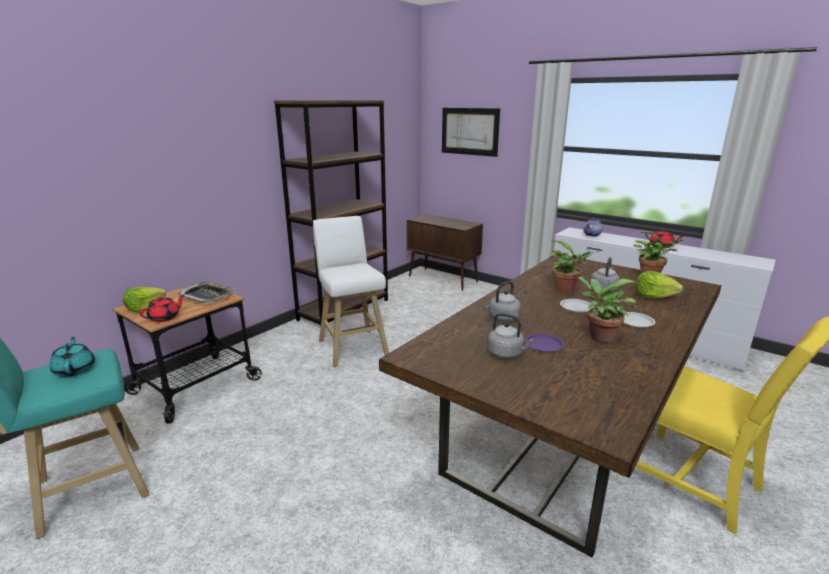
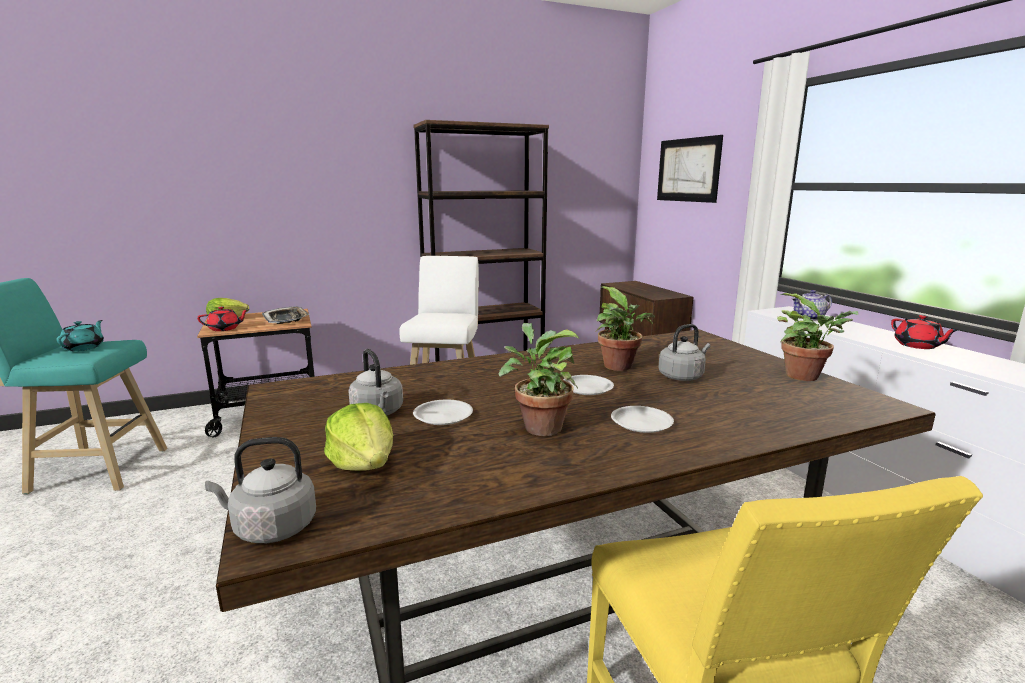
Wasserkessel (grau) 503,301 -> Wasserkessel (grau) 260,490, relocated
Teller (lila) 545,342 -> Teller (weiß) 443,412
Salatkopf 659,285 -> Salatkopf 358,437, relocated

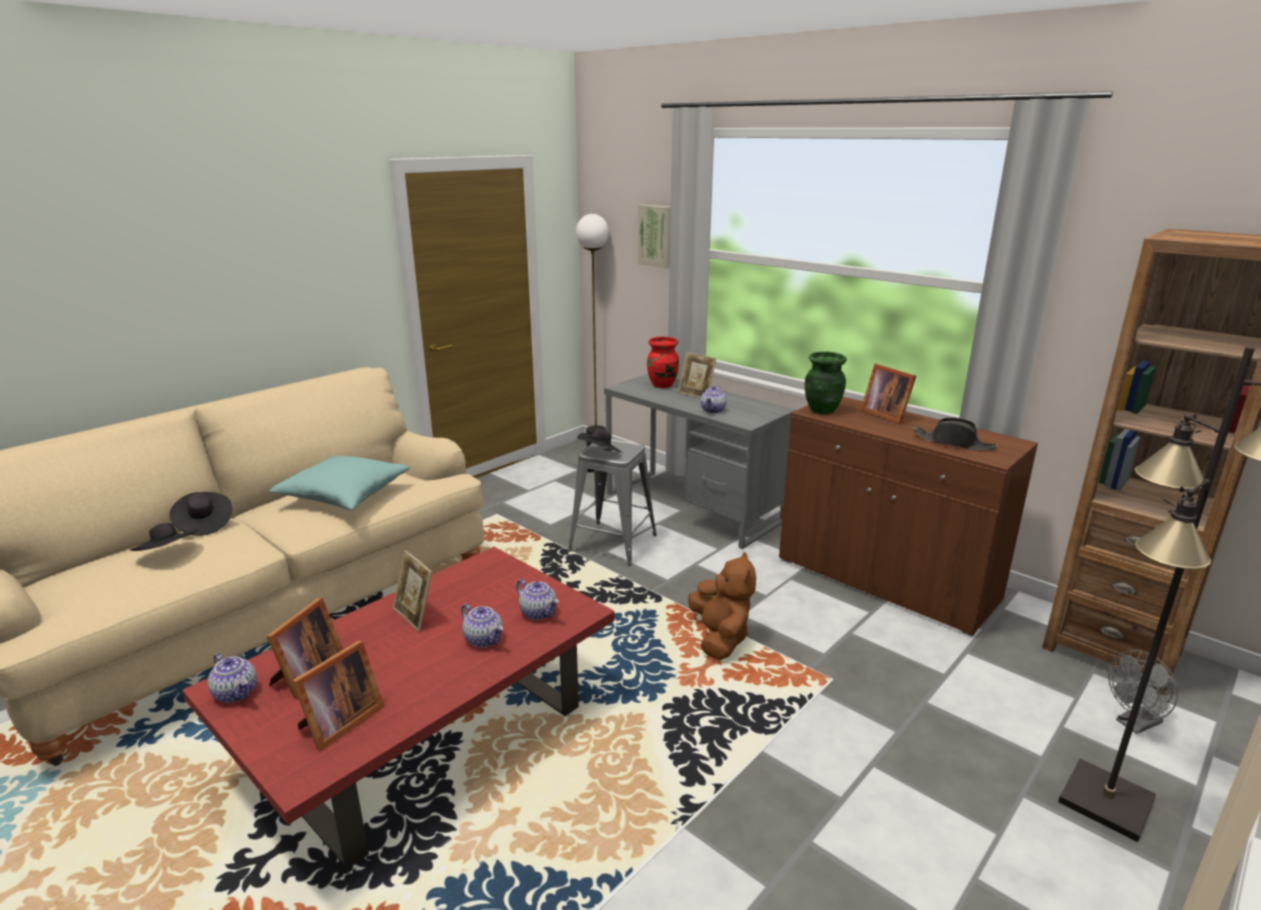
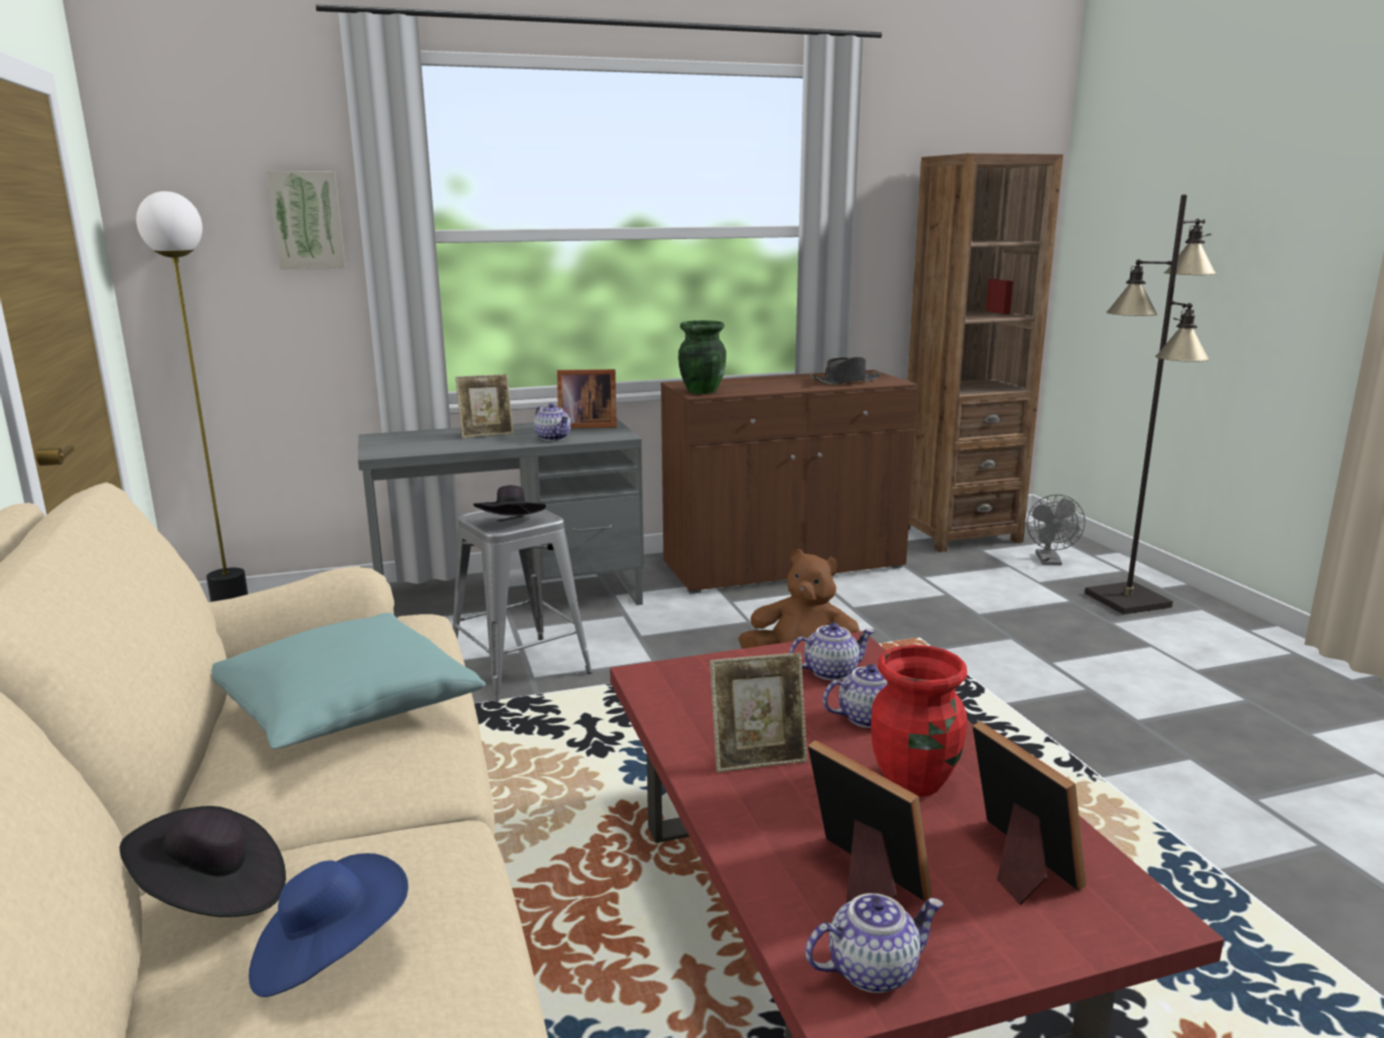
Hut (schwarz) 163,537 -> Hut (blau) 328,925
Vase (rot) 663,362 -> Vase (rot) 919,721, relocated
Bilderrahmen 888,394 -> Bilderrahmen 587,398, relocated

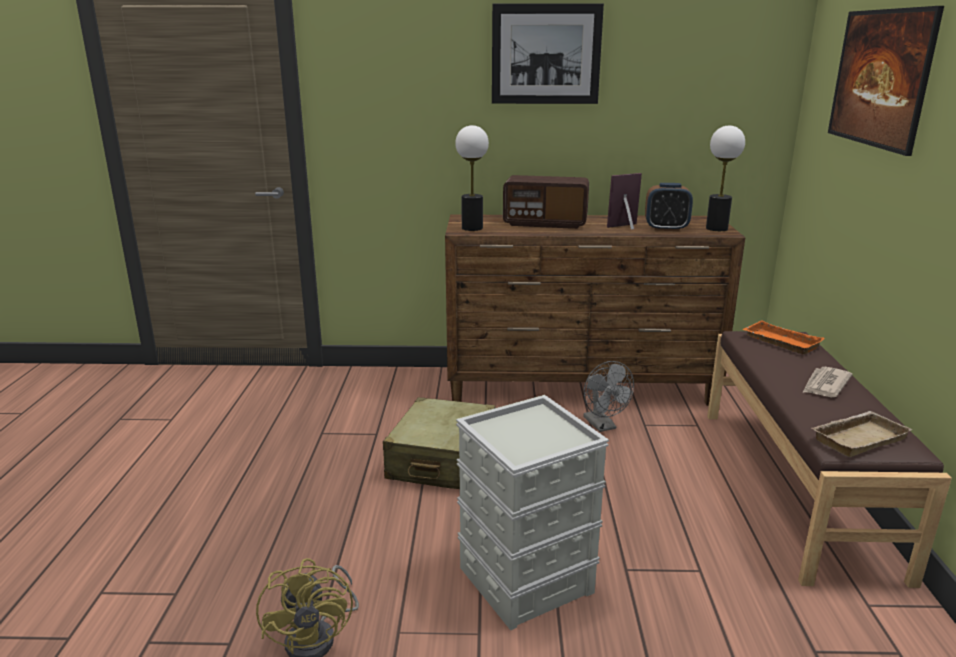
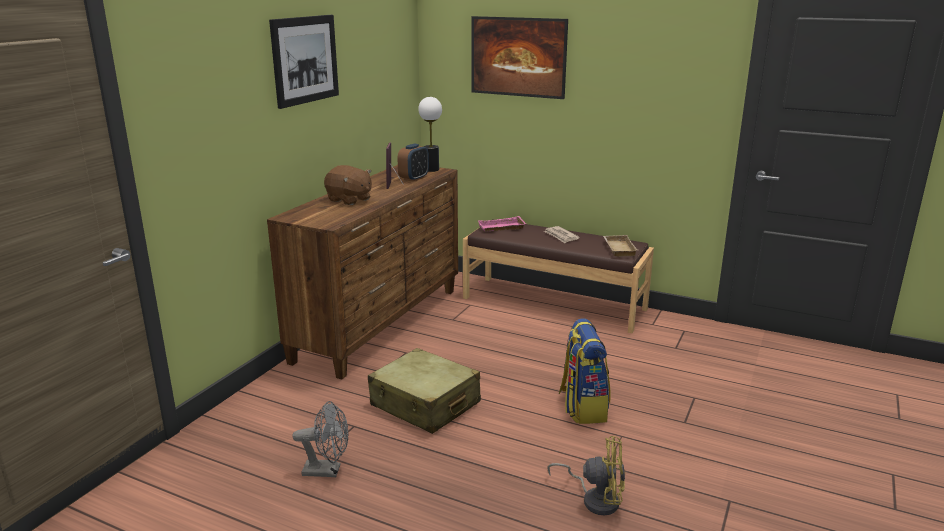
Tischlampe 472,178 -> none
Aufbewahrungsbox (grau) 532,512 -> Rucksack 585,371
Radio 546,202 -> Plüschtier (braun) 348,185
Ventilator (grau) 608,396 -> Ventilator (grau) 320,439, relocated
Tablett (orange) 784,337 -> Tablett (rosa) 501,223

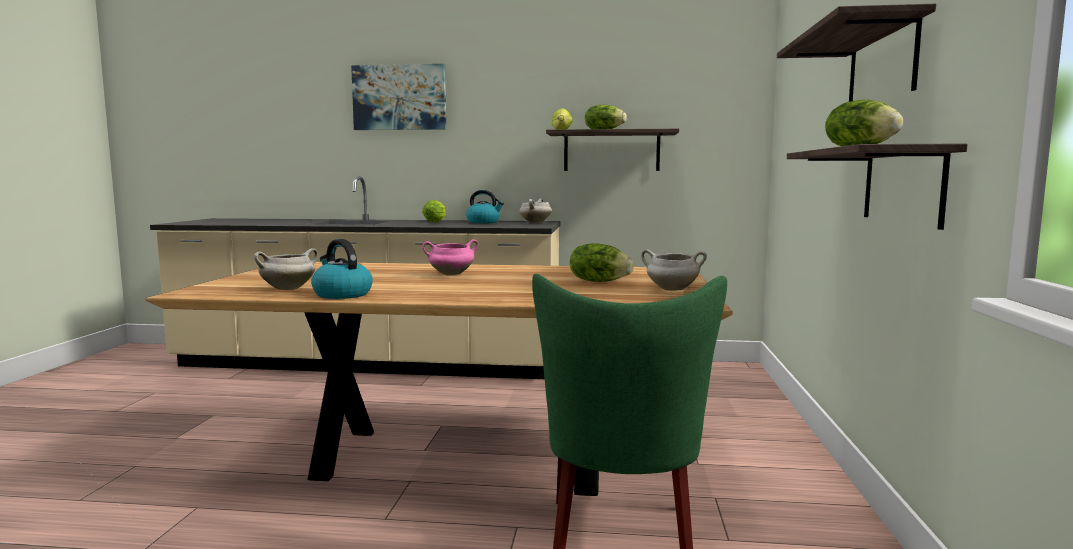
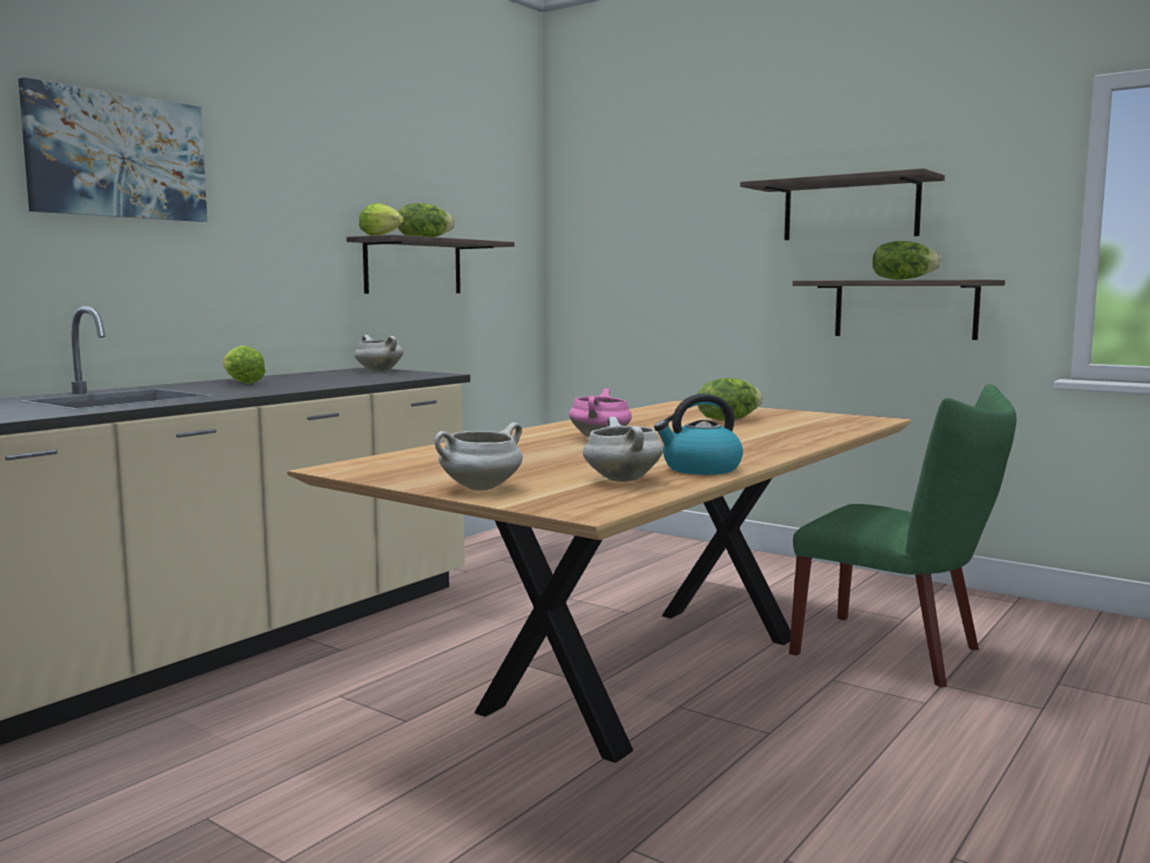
Wasserkessel 485,206 -> none
Kochtopf (weiß) 674,270 -> Kochtopf (weiß) 478,456, relocated

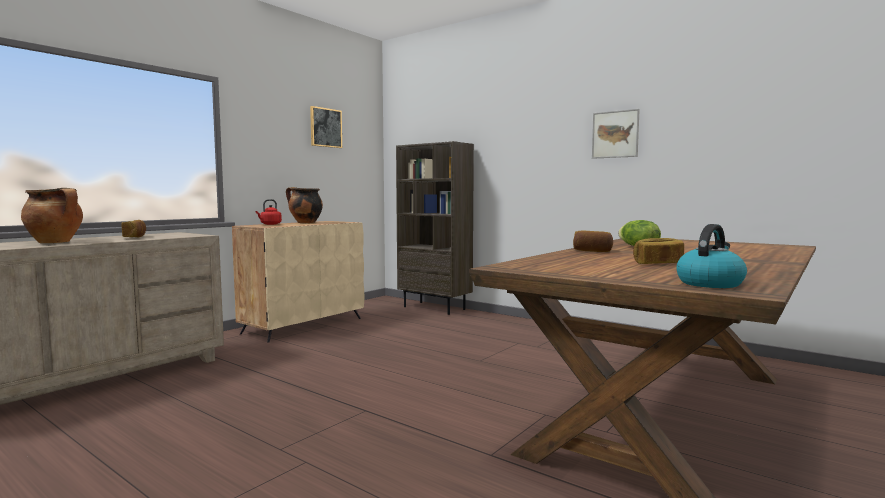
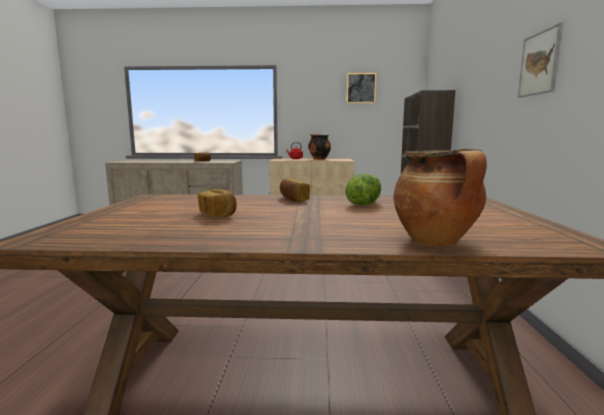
Kochtopf 52,215 -> Kochtopf 440,197, relocated
Wasserkessel 711,256 -> none

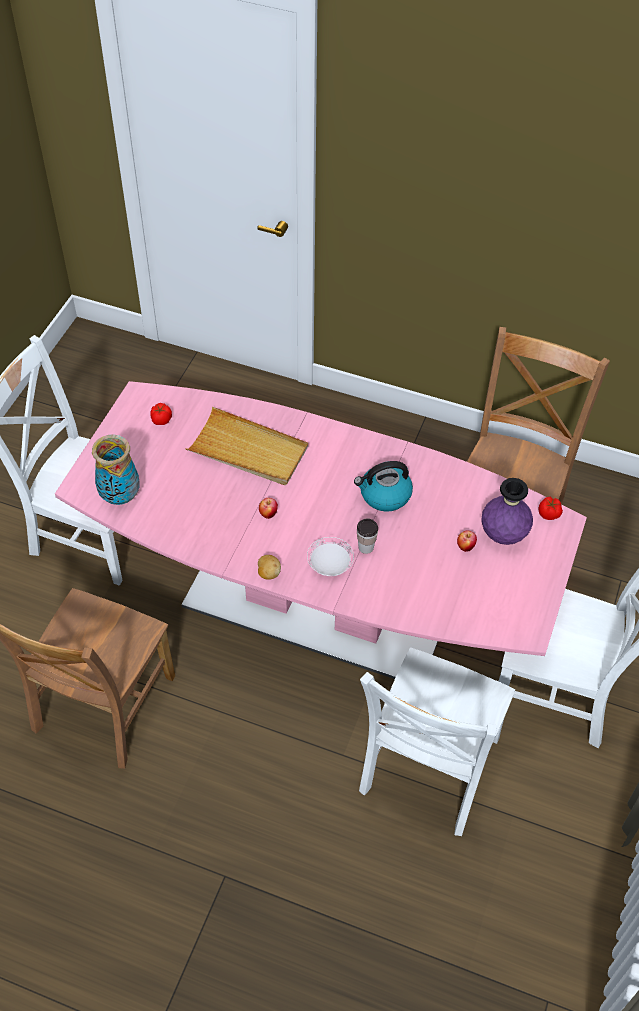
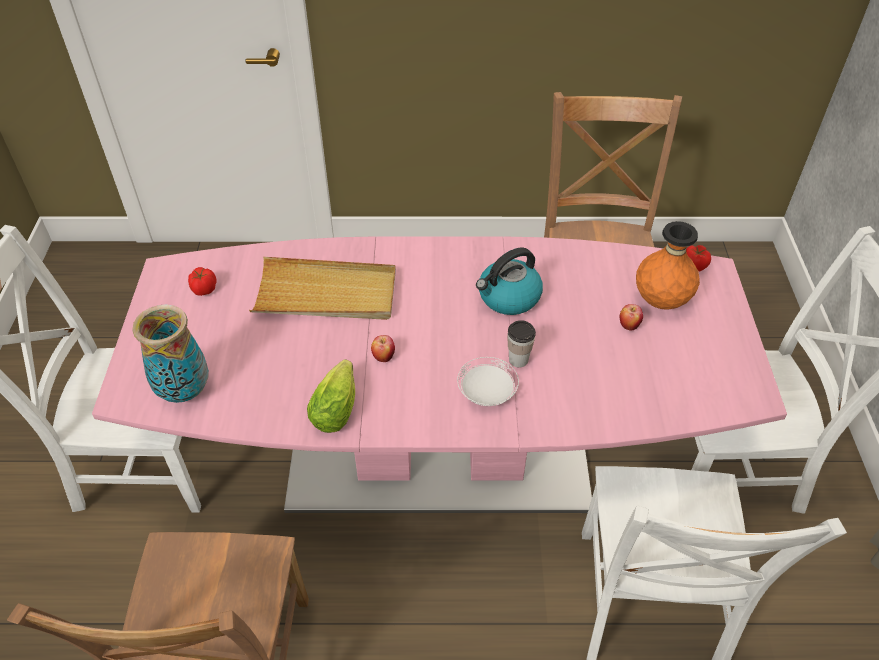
Kartoffel 269,567 -> none
Vase (lila) 507,511 -> Vase (orange) 668,265
none -> Salatkopf 331,396

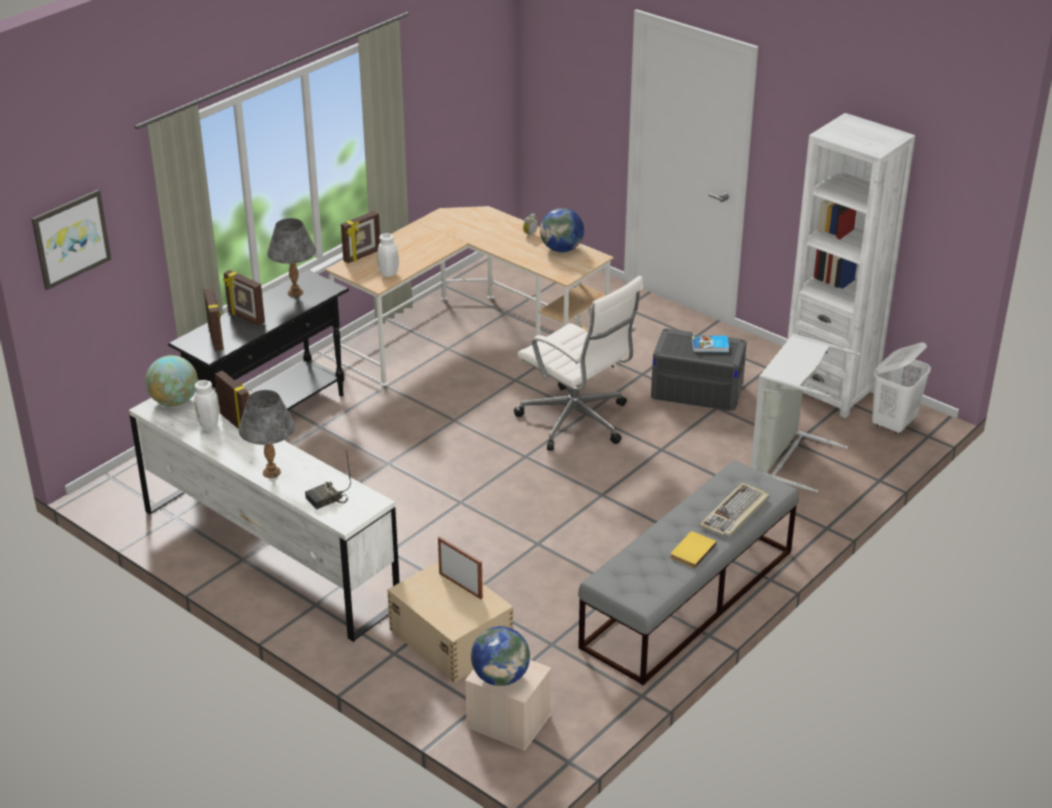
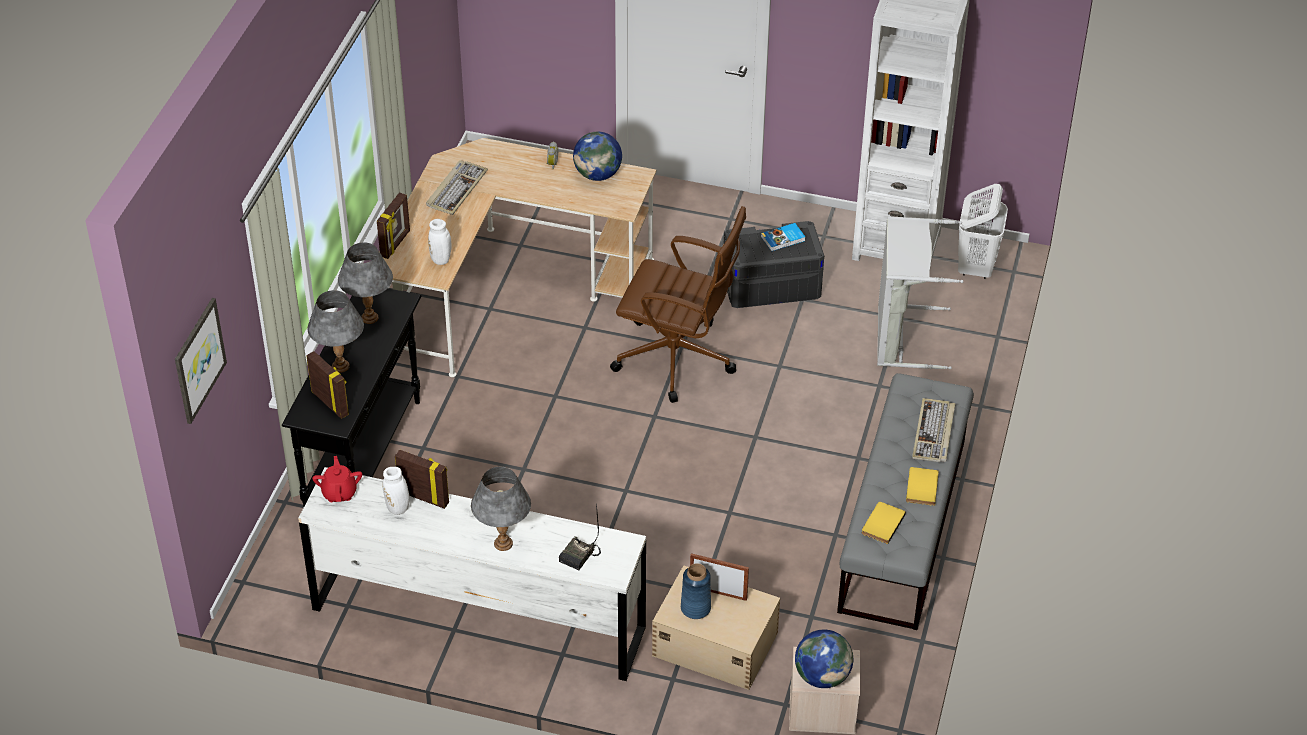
Globus 171,381 -> Teekanne (rot) 337,479
Bilderrahmen 244,298 -> Tischlampe (grau) 335,331
Bürostuhl (weiß) 578,363 -> Bürostuhl (braun) 678,304
none -> Tastatur 457,187
none -> Vase (blau) 696,591
none -> Buch (gelb) 884,523

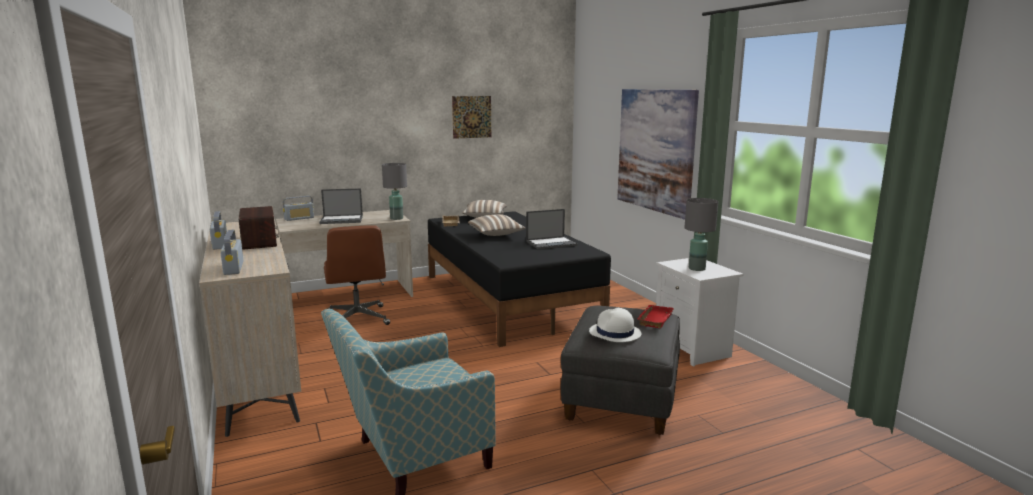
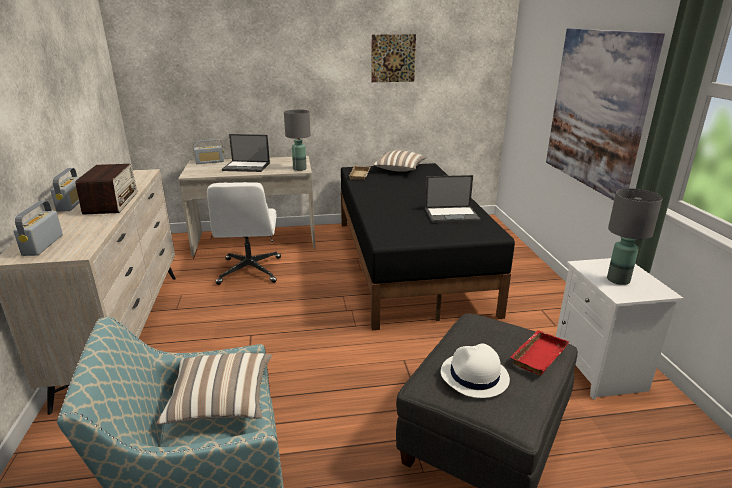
Bürostuhl (braun) 357,275 -> Bürostuhl (weiß) 244,233
Kissen 497,225 -> Kissen 214,389, relocated

